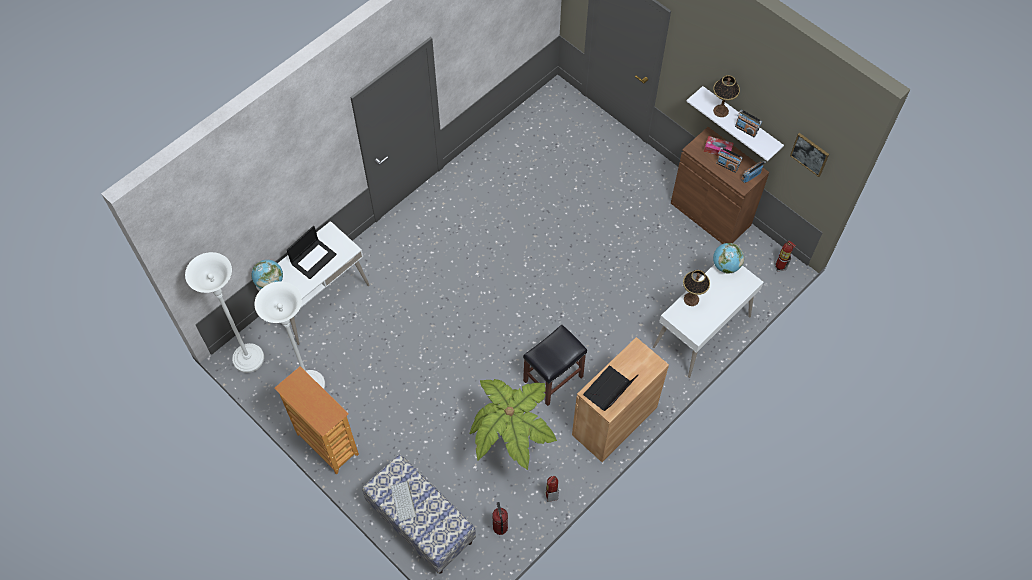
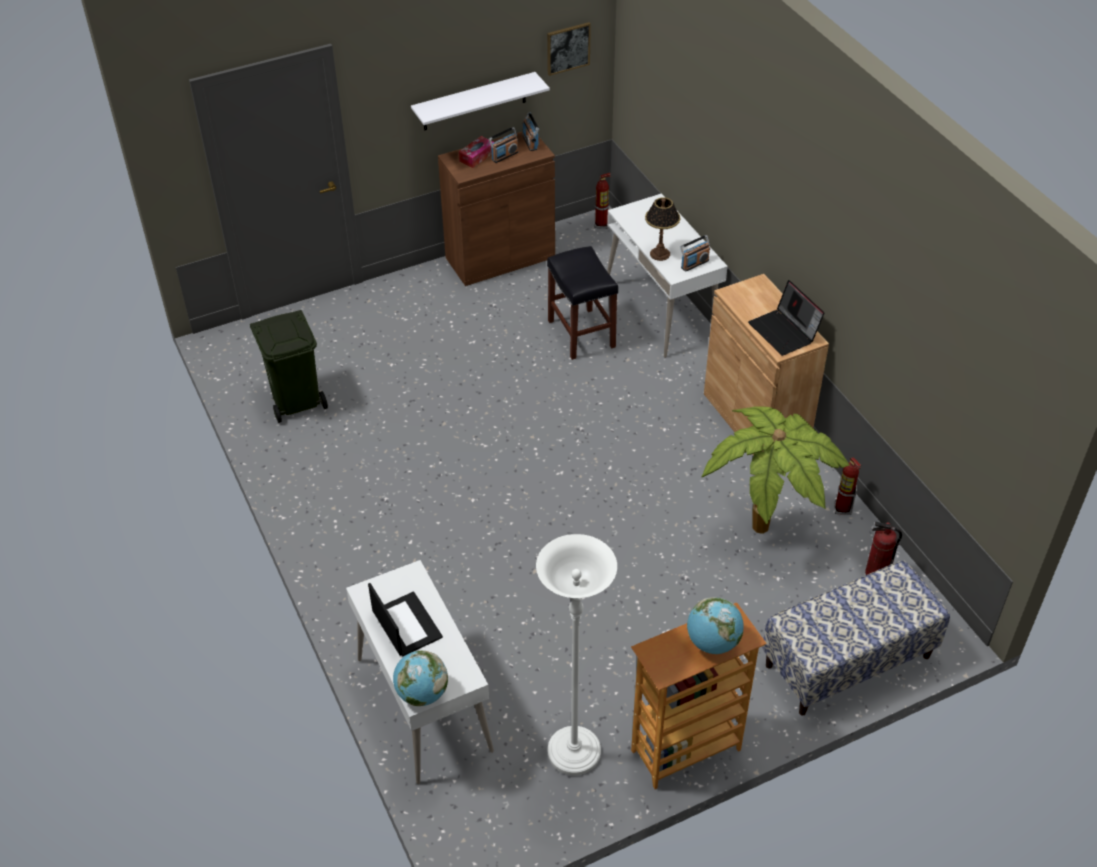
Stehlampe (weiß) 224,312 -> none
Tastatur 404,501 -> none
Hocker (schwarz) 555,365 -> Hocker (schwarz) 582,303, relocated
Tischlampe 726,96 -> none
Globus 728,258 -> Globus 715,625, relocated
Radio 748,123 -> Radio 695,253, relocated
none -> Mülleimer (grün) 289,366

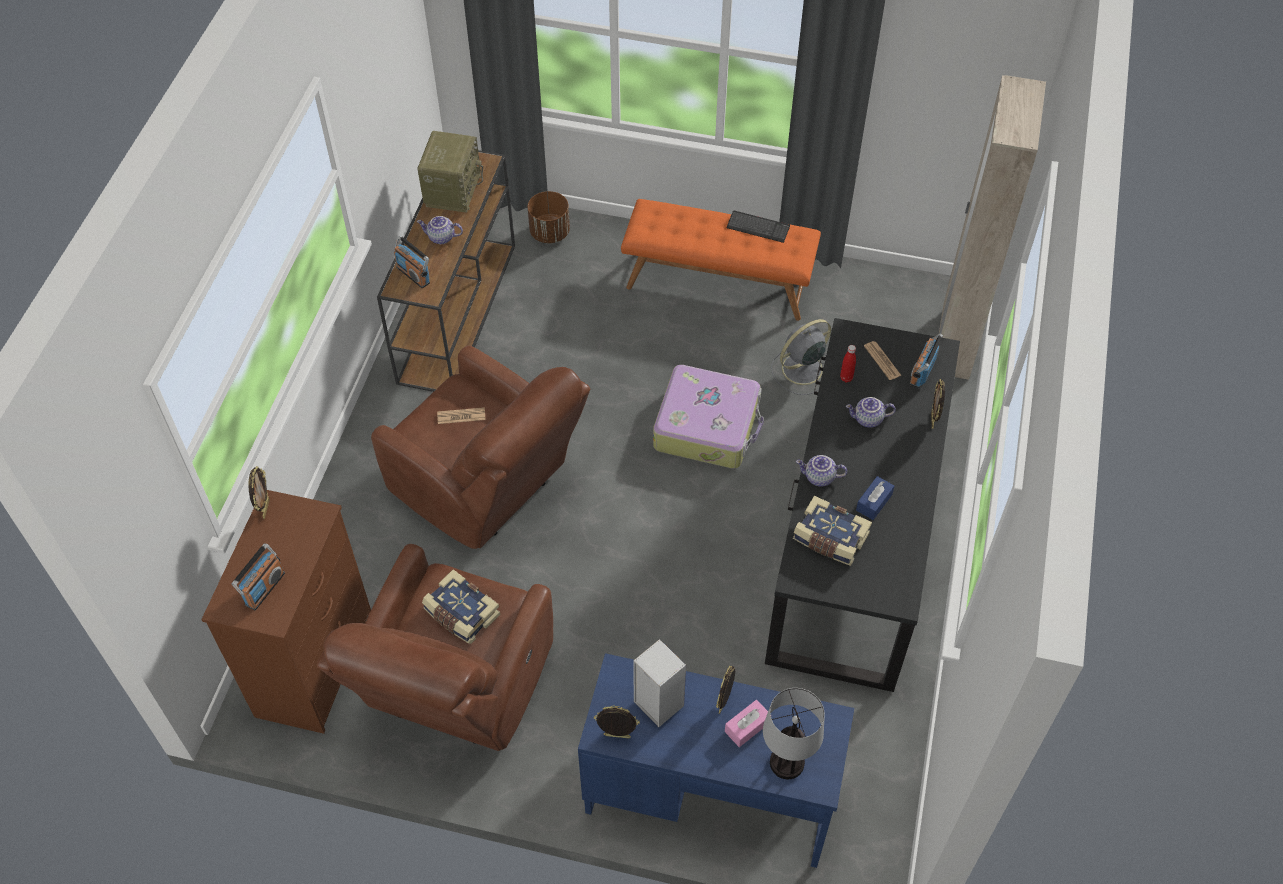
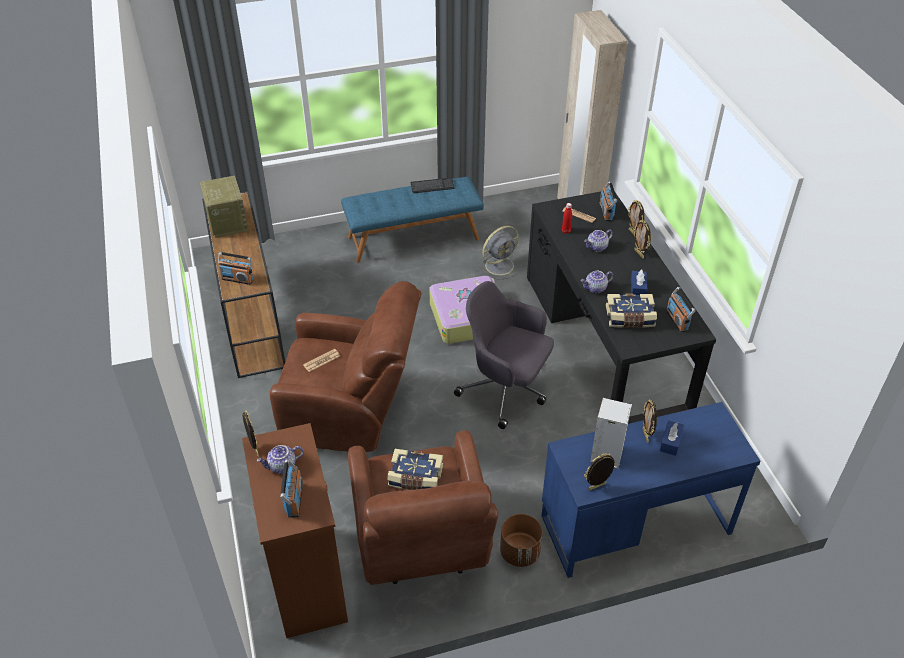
Teekanne 440,230 -> Teekanne 280,459, relocated
Pflanzkübel (braun) 549,217 -> Pflanzkübel (braun) 521,540, relocated
Bank (orange) 721,260 -> Bank (blau) 412,220
Taschentuchbox (rosa) 746,723 -> Taschentuchbox (blau) 672,438
Tischlampe 794,733 -> none
Ventilator (grau) 801,357 -> Ventilator (grau) 499,253, 150 degrees counterclockwise
none -> Bürostuhl (grau) 504,355
none -> Bilderrahmen 642,239
none -> Radio 681,309

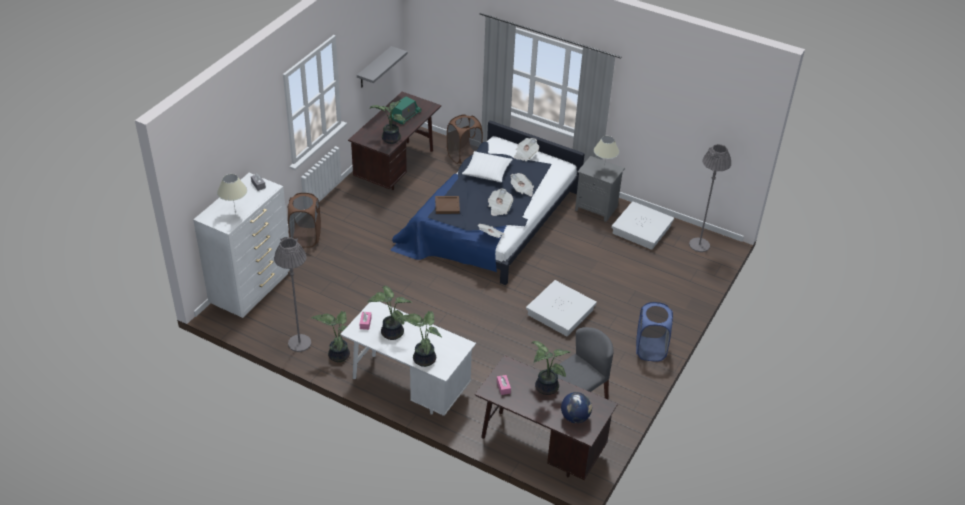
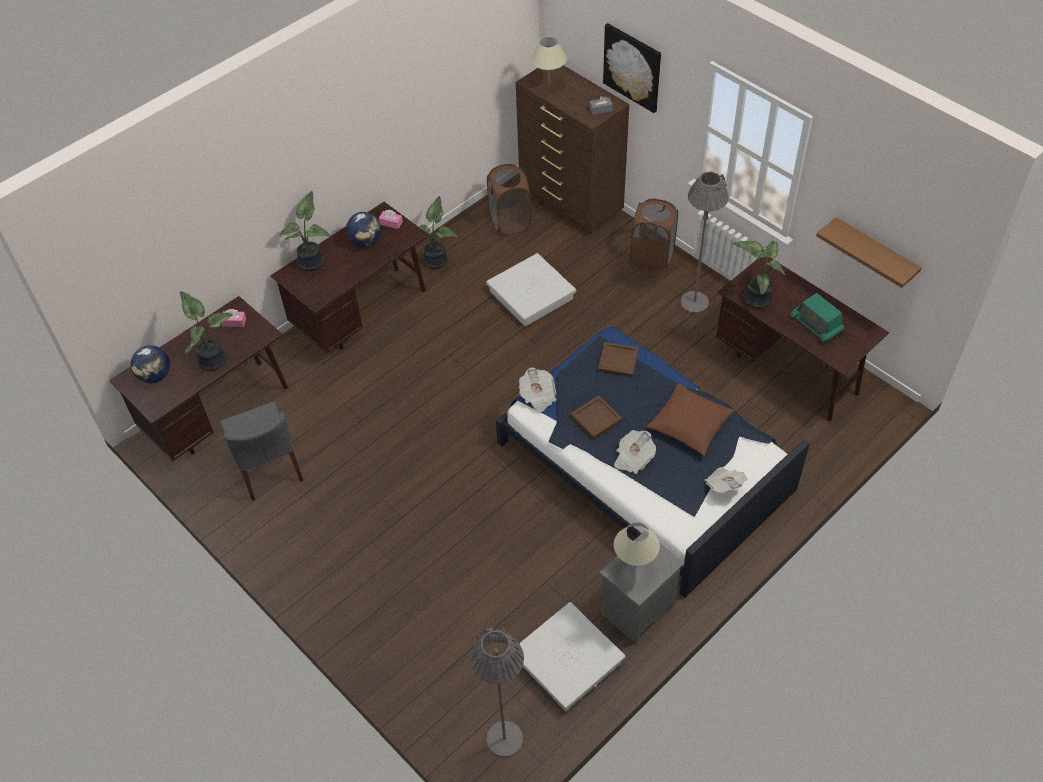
Kommode (weiß) 241,245 -> Kommode (braun) 572,149
Stehlampe (grau) 292,294 -> Stehlampe (grau) 704,242, relocated
Schreibtisch (weiß) 408,359 -> Schreibtisch (braun) 349,277
Wandregal (grau) 382,67 -> Wandregal (braun) 869,252
Topfpflanze 390,313 -> Globus 363,229
Wäschekorb (braun) 465,139 -> Wäschekorb (braun) 509,199, relocated
Kissen (weiß) 487,166 -> Kissen (braun) 690,419
Zeitung 500,202 -> Tablett (braun) 596,417
Aufbewahrungsbox (weiß) 561,308 -> Aufbewahrungsbox (weiß) 531,289, relocated
Wäschekorb (blau) 654,332 -> none
none -> Bild 632,68

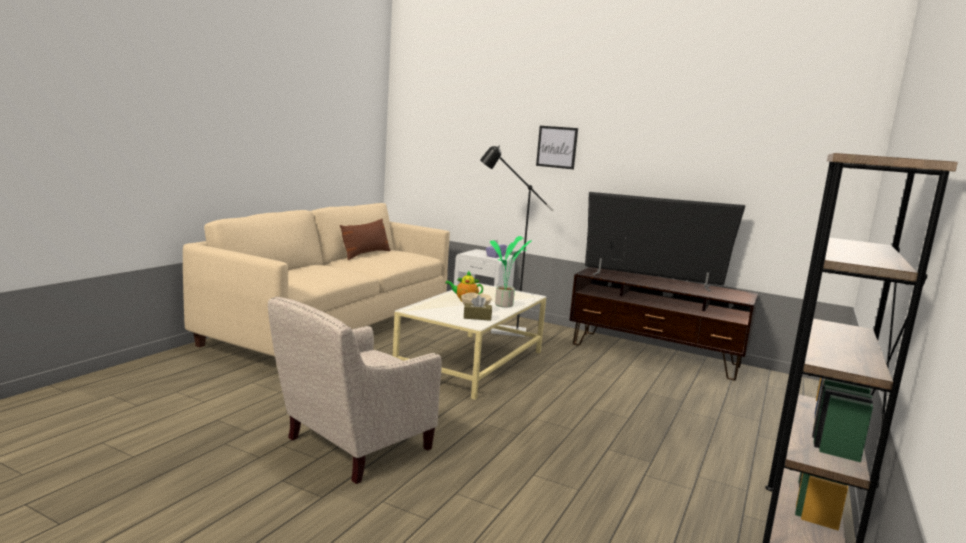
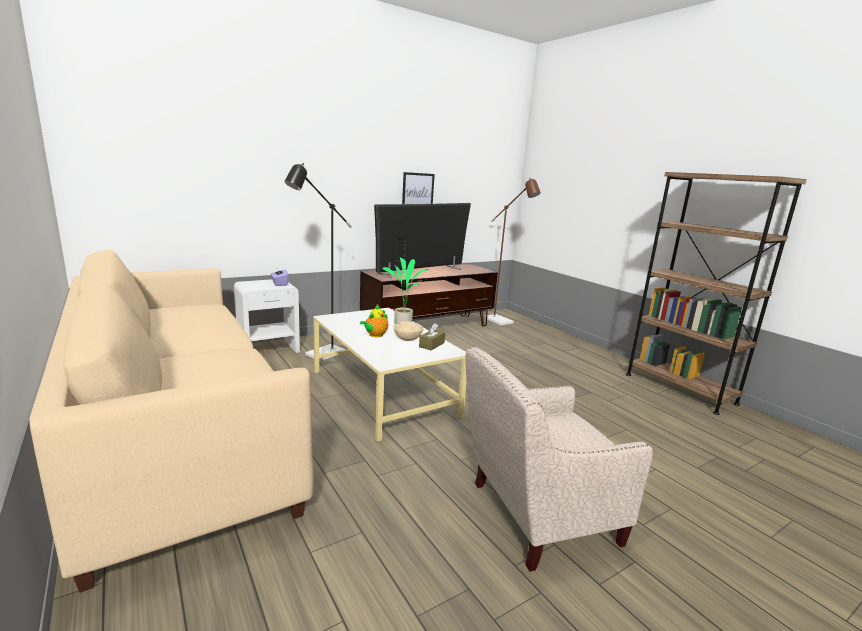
Sessel (beige) 355,390 -> Sessel (beige) 559,459, 90 degrees clockwise
Kissen (braun) 365,239 -> none
Bild 557,148 -> Bild 418,188, relocated
none -> Stehlampe (braun) 512,251

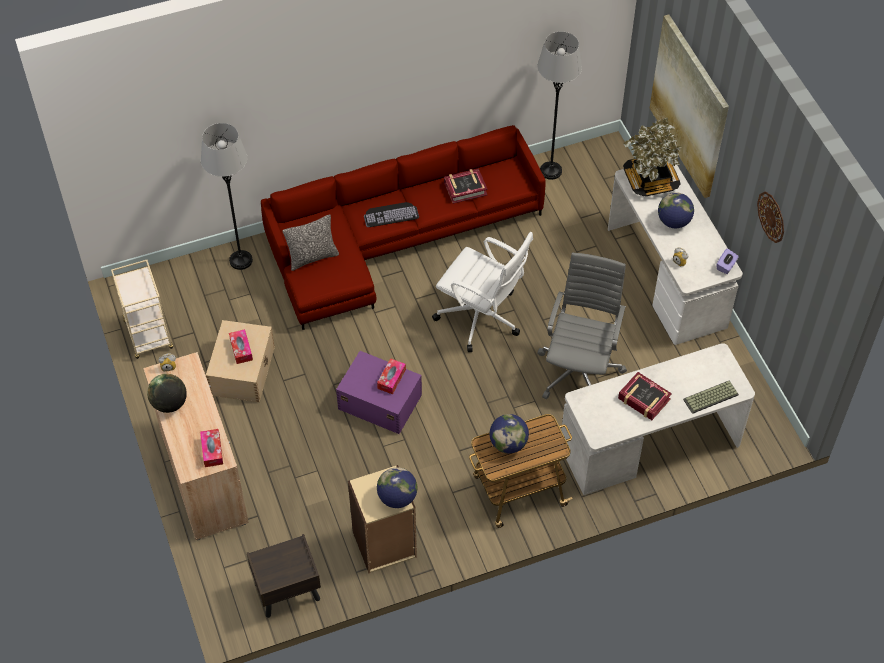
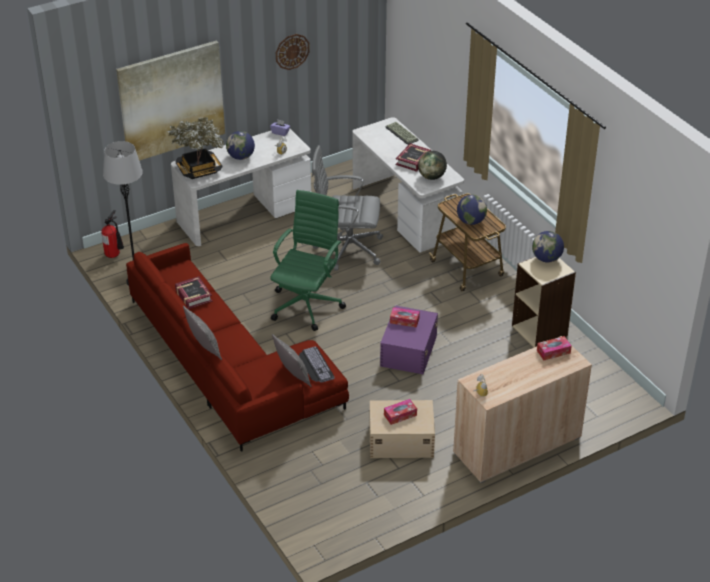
Rollwagen (beige) 142,309 -> none
Globus 167,393 -> Globus 432,165, relocated
Stehlampe (grau) 227,196 -> none
Nachttisch (braun) 284,576 -> none
Tastatur 391,214 -> Tastatur 317,364, relocated
Bürostuhl (weiß) 482,292 -> Bürostuhl (grün) 308,260
none -> Feuerlöscher 112,234
none -> Kissen 202,332

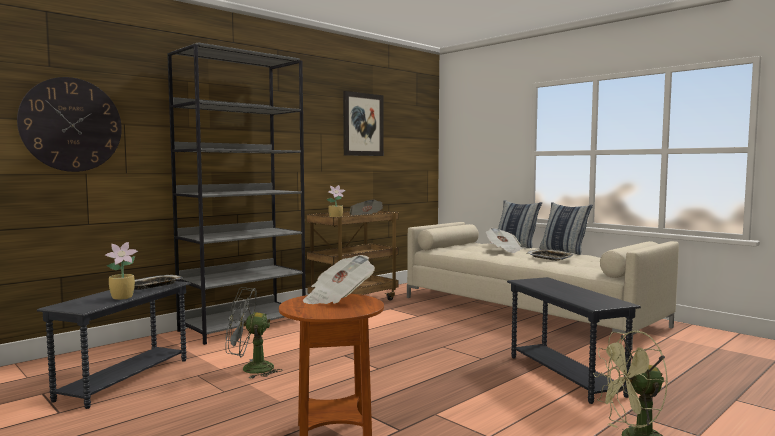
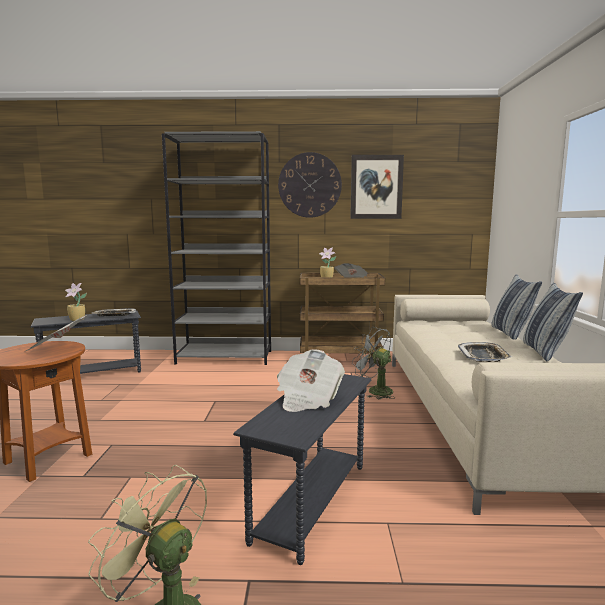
Wanduhr 69,124 -> Wanduhr 310,185, relocated
Ventilator (grau) 253,333 -> Ventilator (grau) 373,363, relocated
Zeitung 504,240 -> Zeitung 311,380, relocated

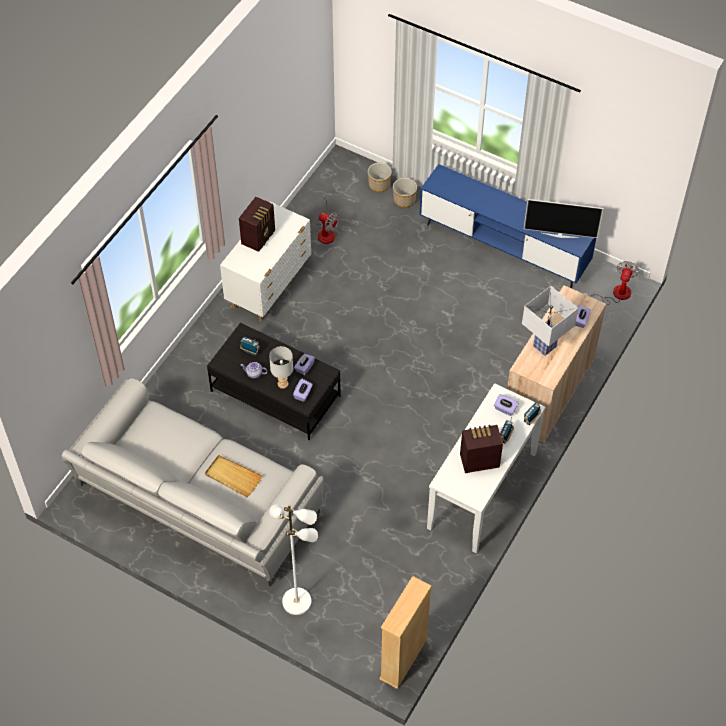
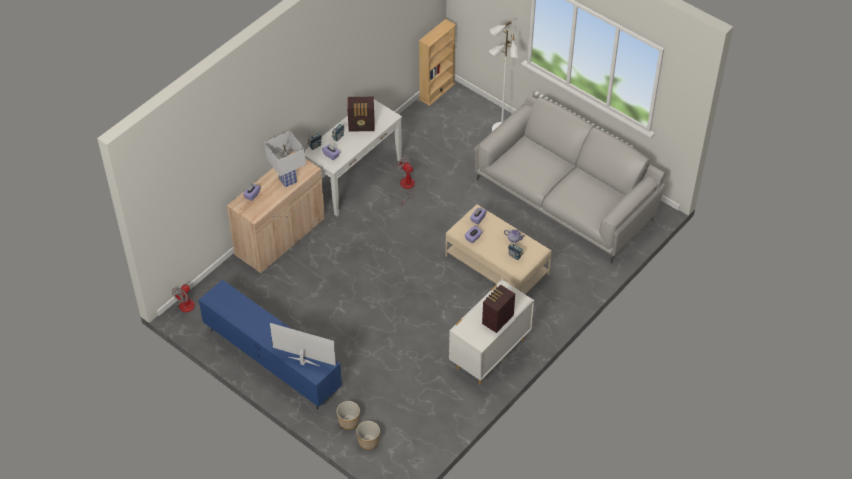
Tablett (beige) 233,476 -> none
Couchtisch (schwarz) 274,381 -> Couchtisch (beige) 498,249
Tischlampe (grau) 281,367 -> none
Ventilator 327,218 -> Ventilator 405,181, relocated
Fernseher 563,218 -> Fernseher 303,344, relocated

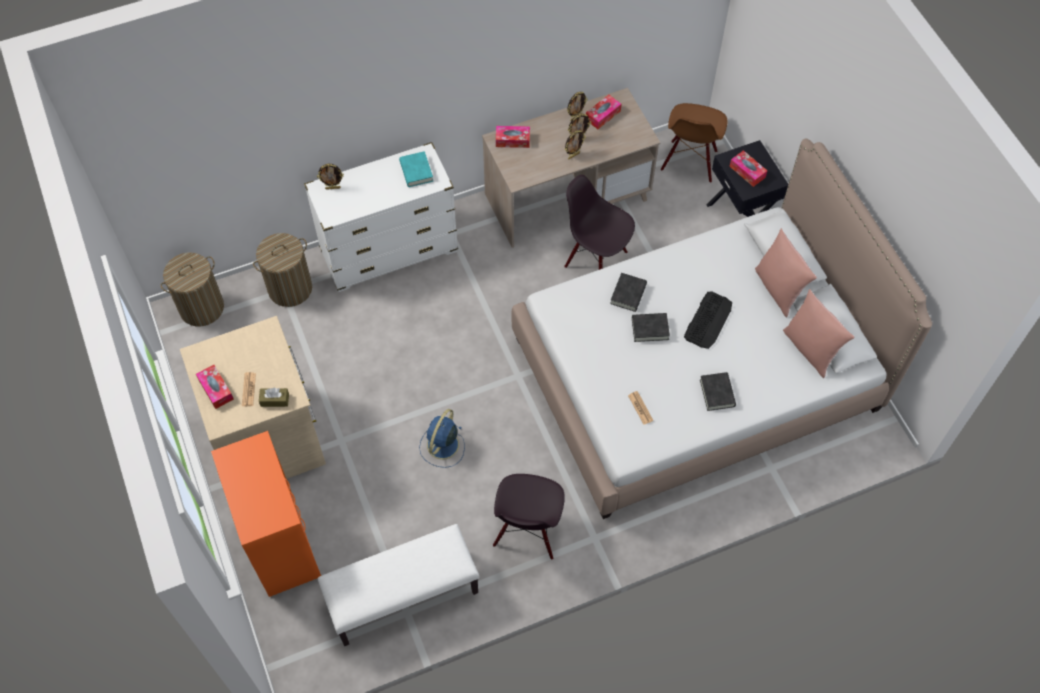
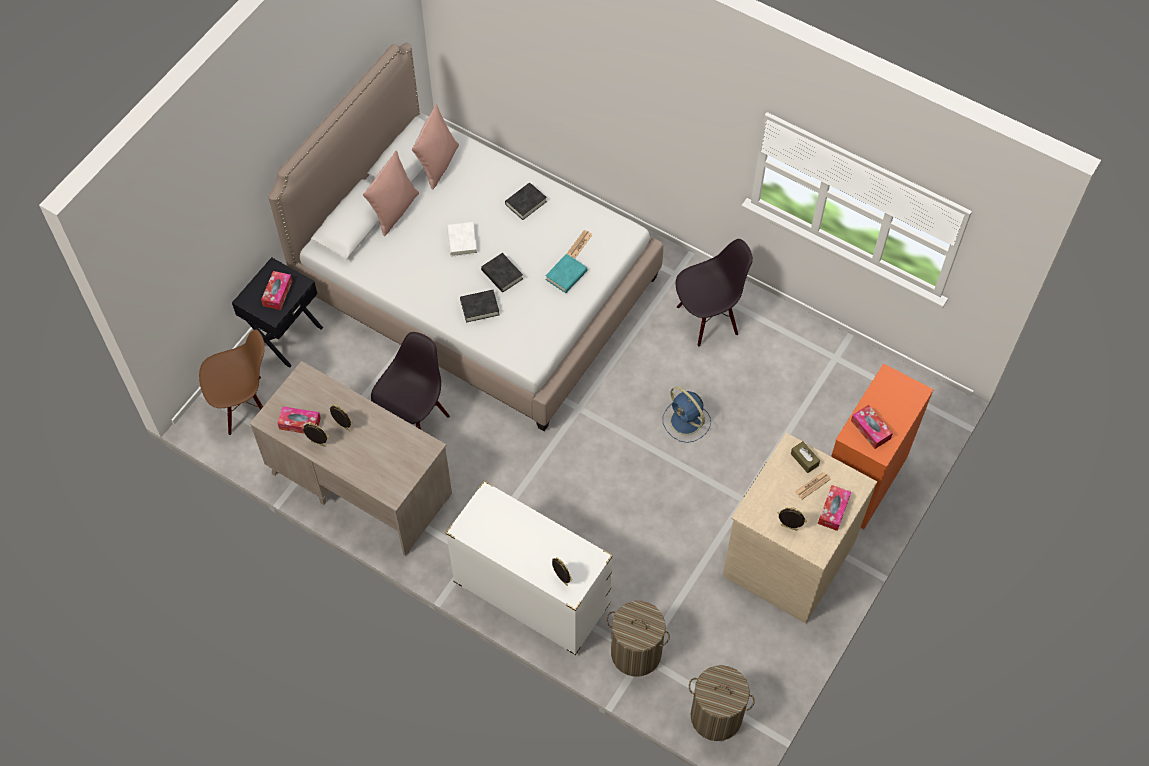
Bank (weiß) 398,585 -> none
Buch (türkis) 416,169 -> Buch (türkis) 566,273, relocated
Ventilator (blau) 442,438 -> Ventilator (blau) 687,414, 60 degrees clockwise
Taschentuchbox 513,137 -> Taschentuchbox 872,427, relocated
Stuhl (schwarz) 599,222 -> Stuhl (schwarz) 410,381, 150 degrees counterclockwise
Bilderrahmen 575,144 -> Bilderrahmen 792,519, relocated
Tastatur 708,320 -> Buch (weiß) 462,239

